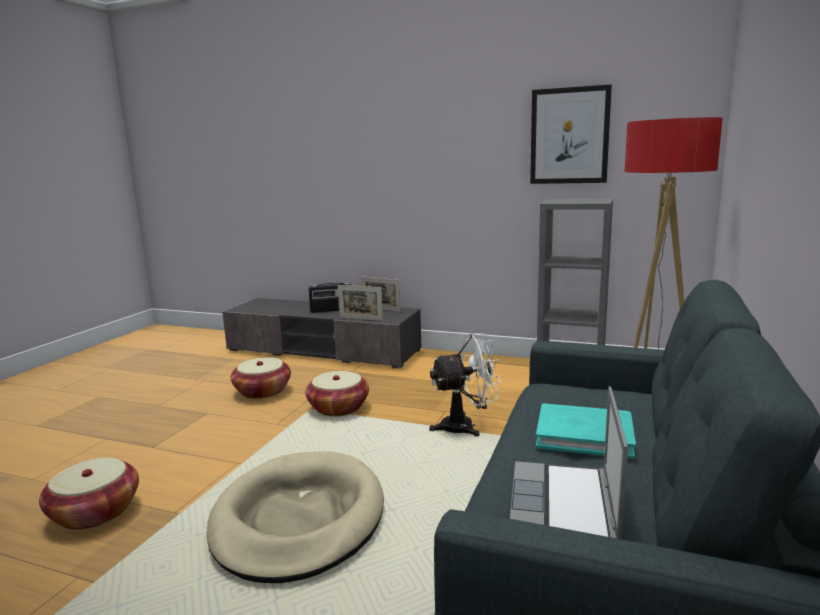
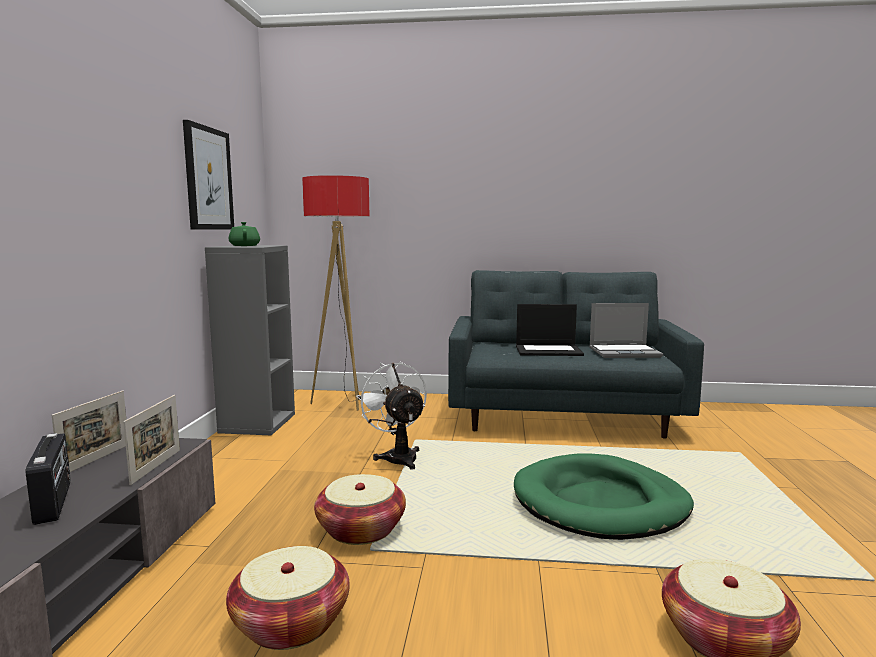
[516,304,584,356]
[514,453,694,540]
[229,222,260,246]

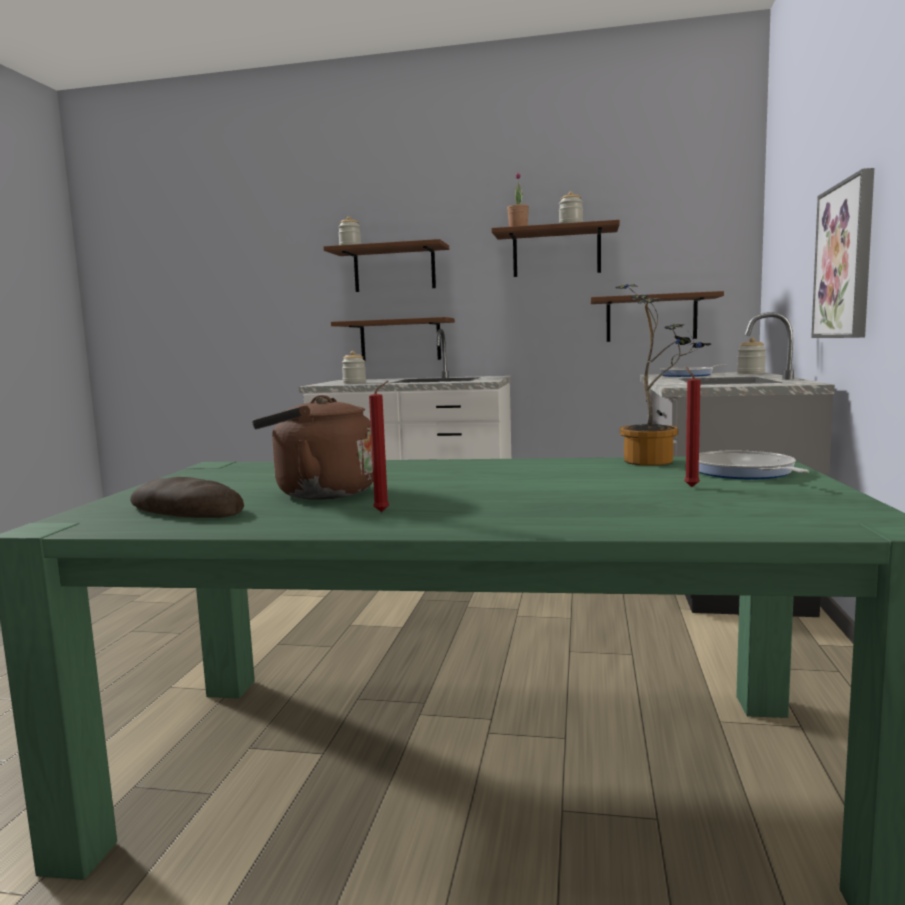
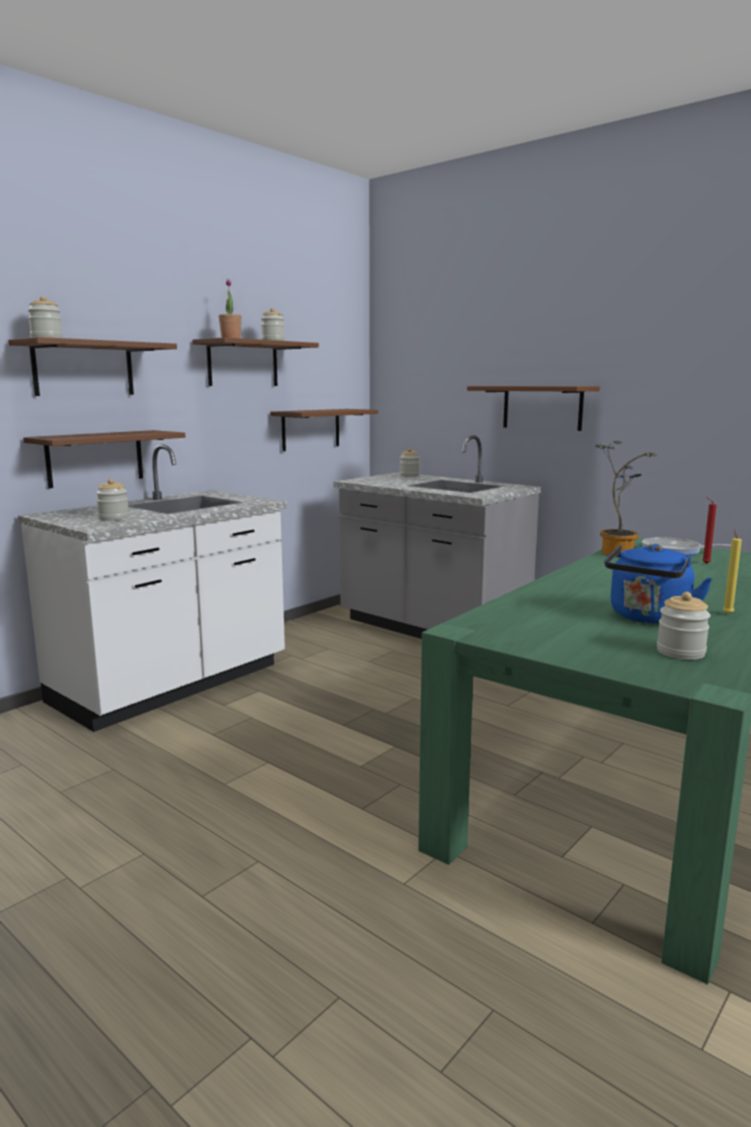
[467,386,600,431]
[660,364,728,377] (first image)
[723,529,742,614]
[604,544,713,624]
[657,592,711,660]

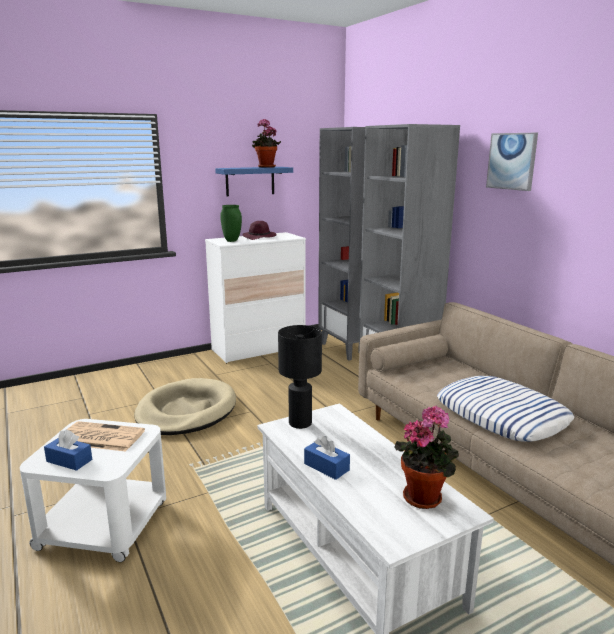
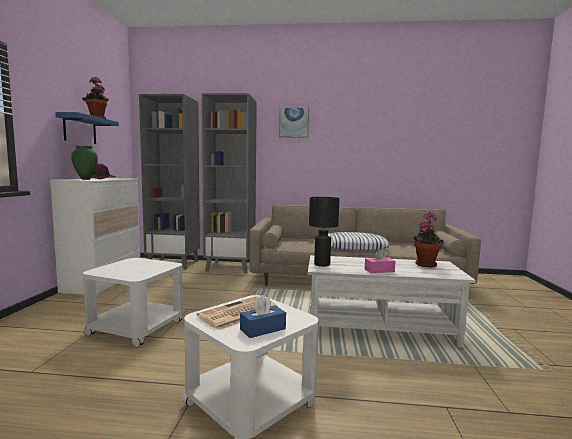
[83,258,183,347]
[365,249,396,273]

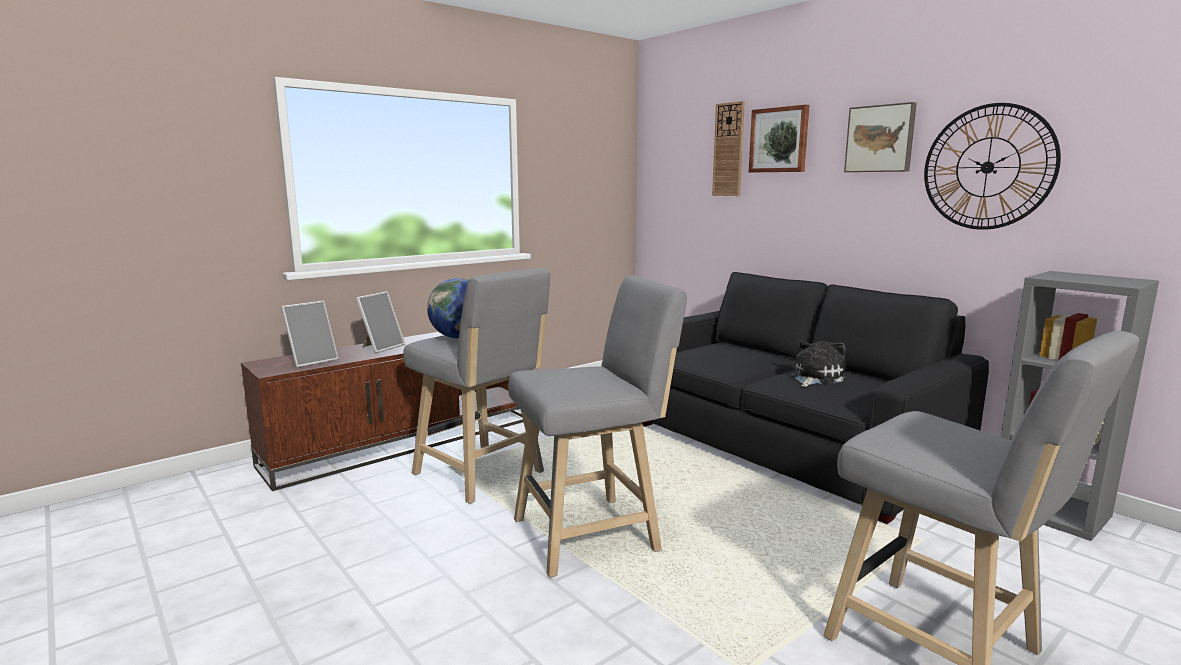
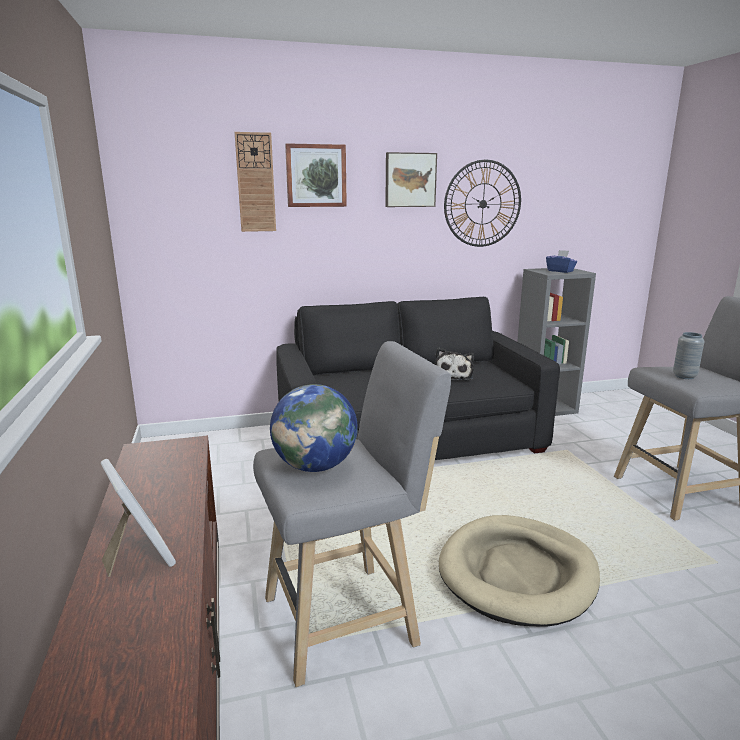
[439,515,600,627]
[281,301,339,368] (first image)
[435,348,474,381]
[546,250,577,273]
[673,332,704,379]

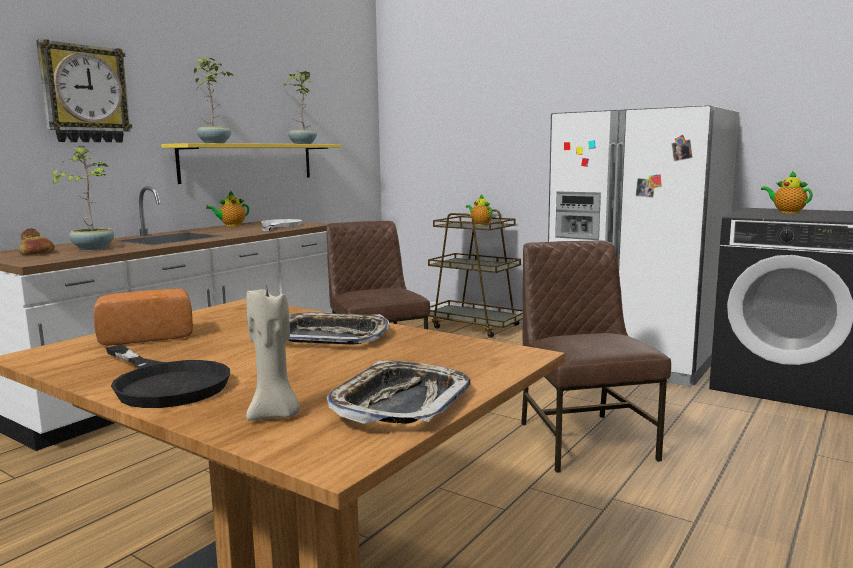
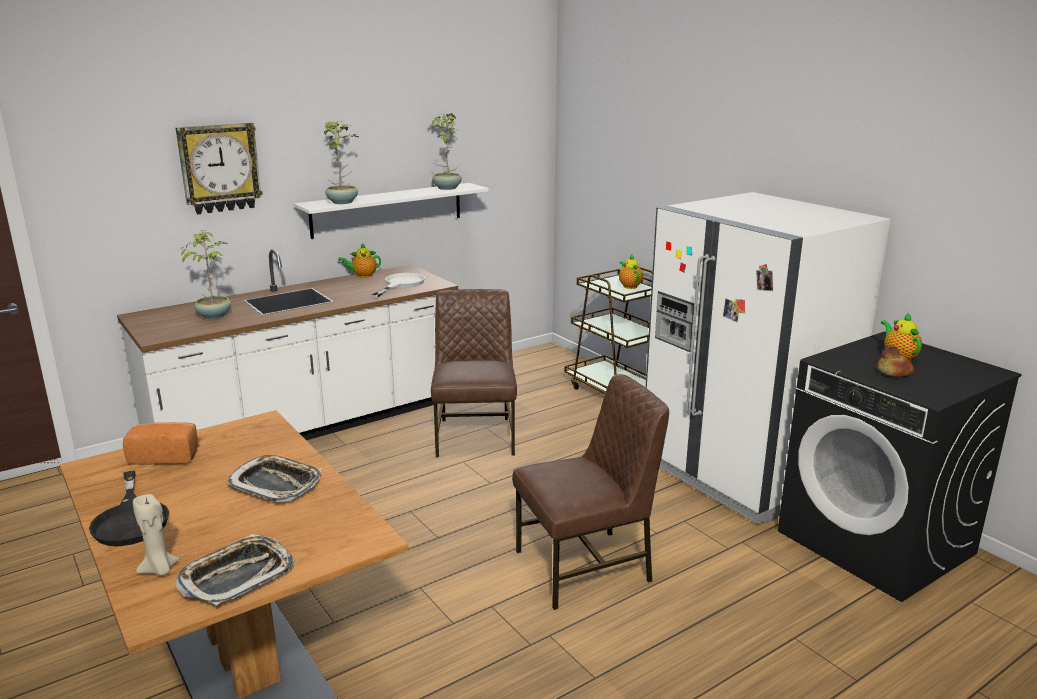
[294,183,489,239]
[877,346,914,377]
[512,374,669,610]

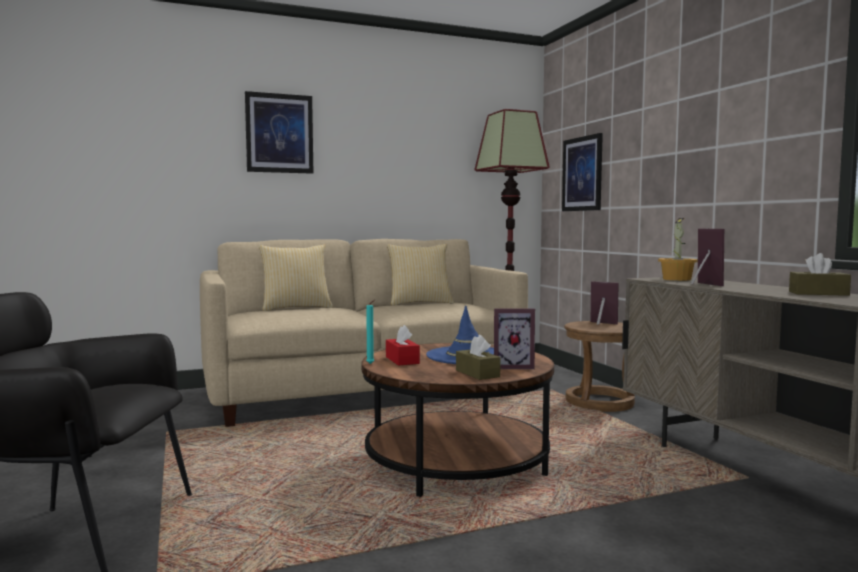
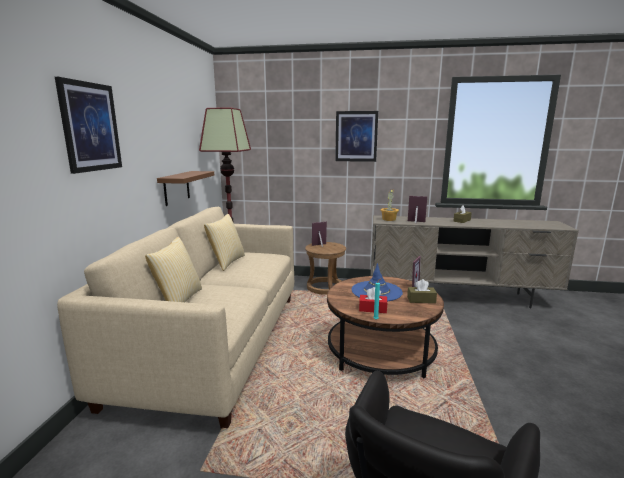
[335,111,378,162]
[157,171,214,206]

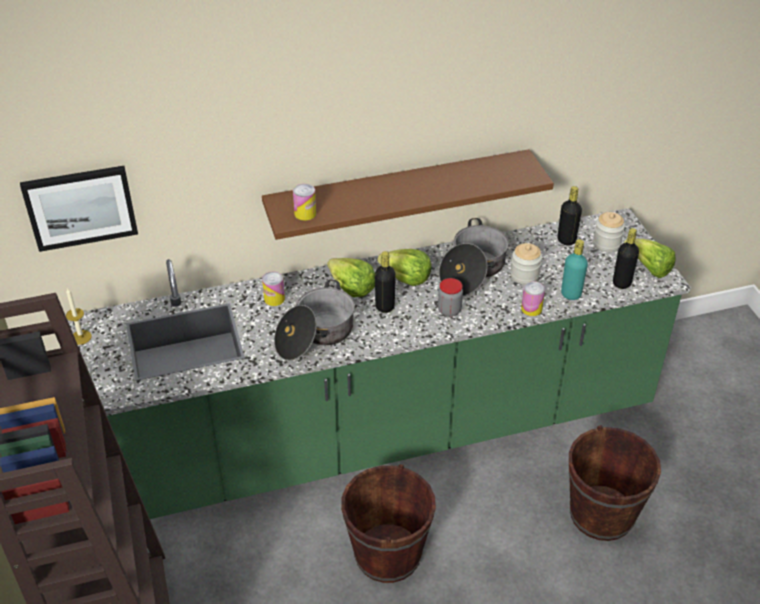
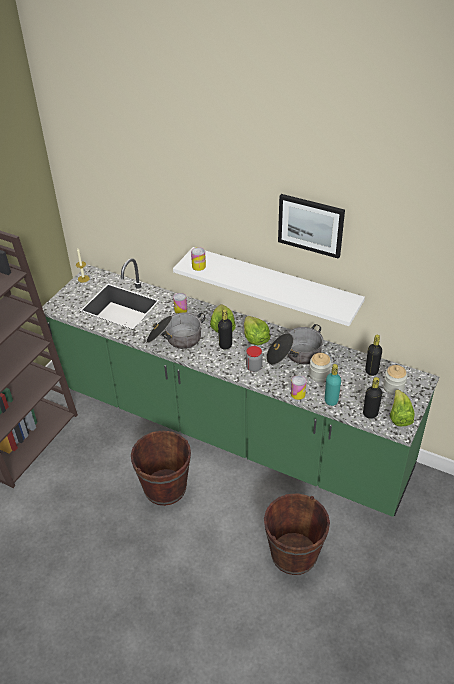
[173,247,365,326]
[278,194,345,259]

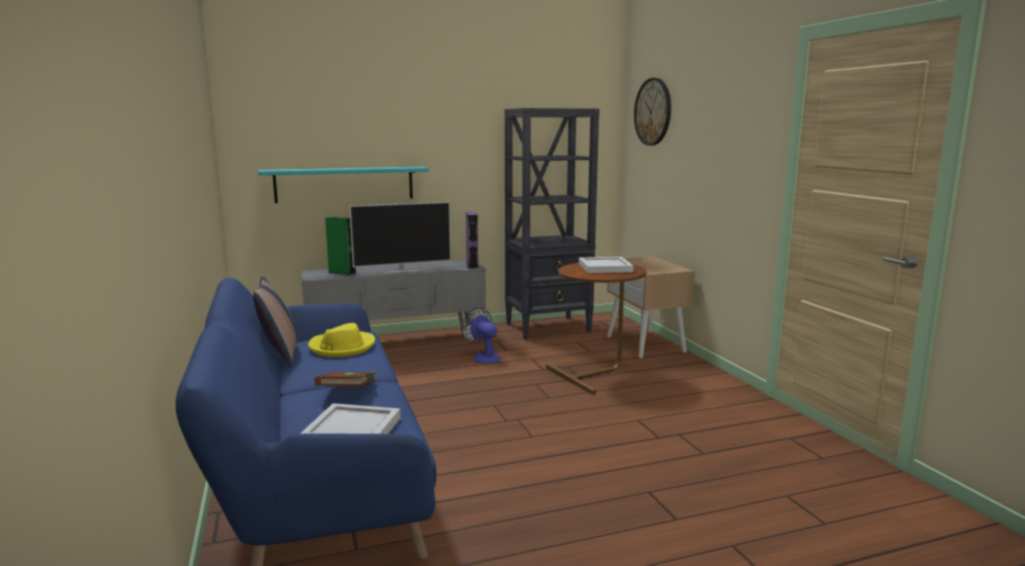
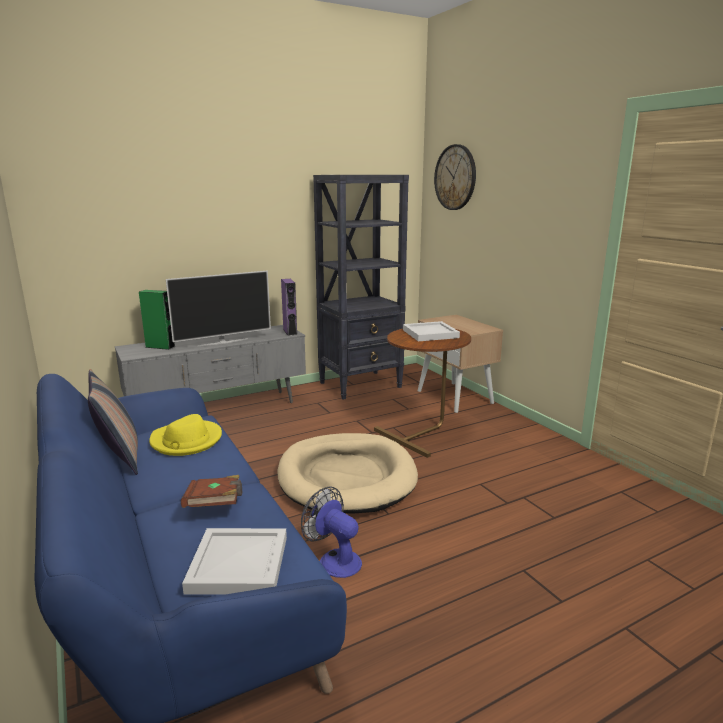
[258,166,429,203] (first image)
[301,487,362,578]
[277,433,418,514]

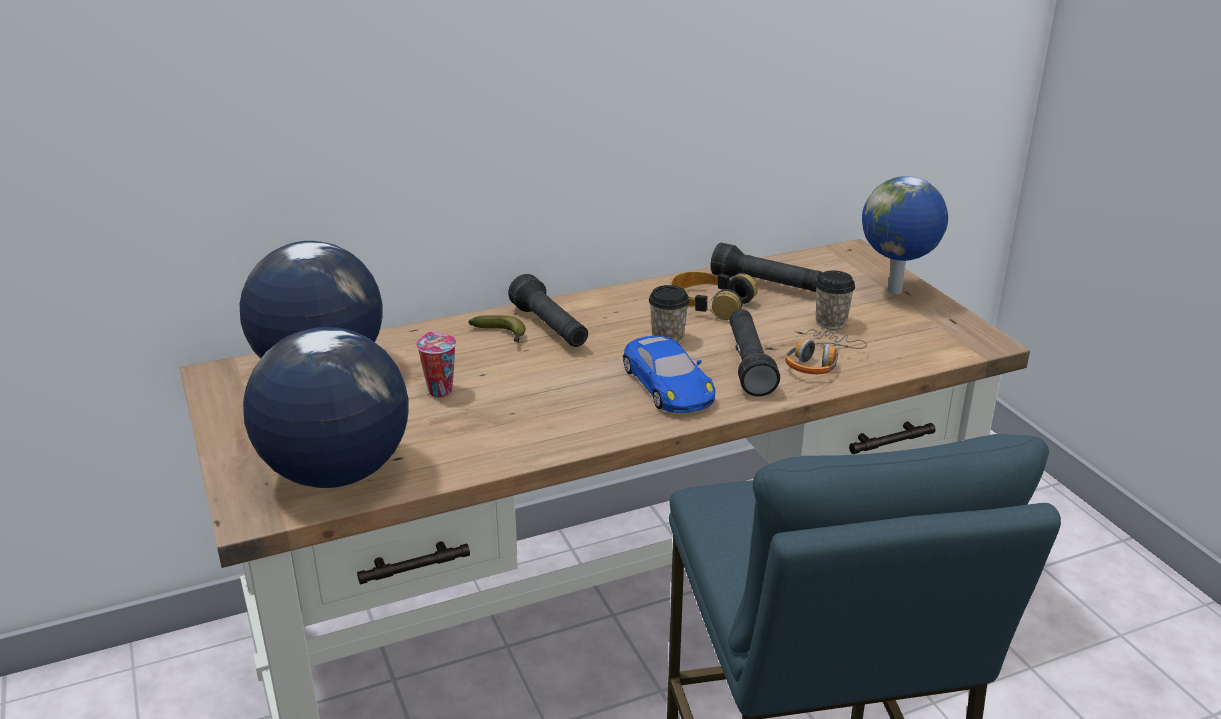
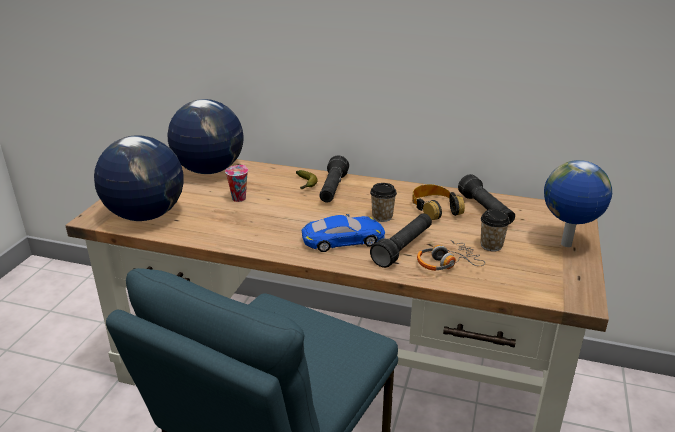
[301,214,385,252]

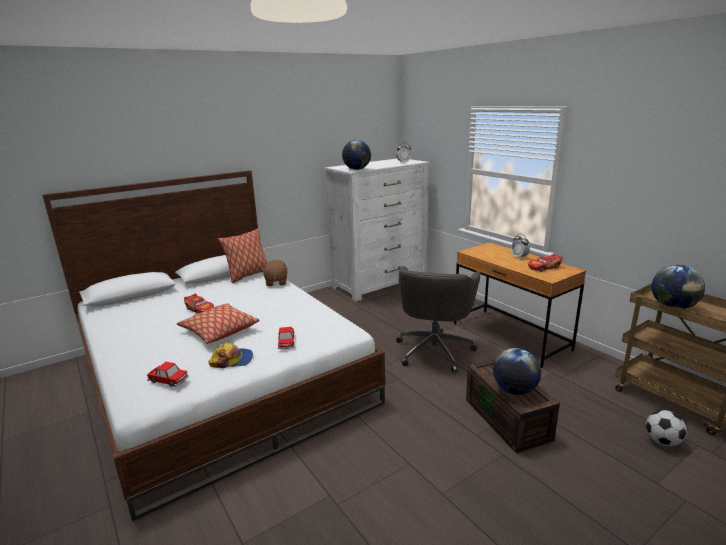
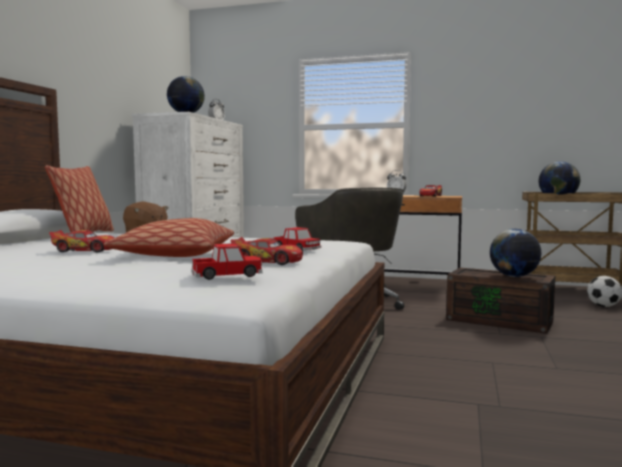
[230,237,303,265]

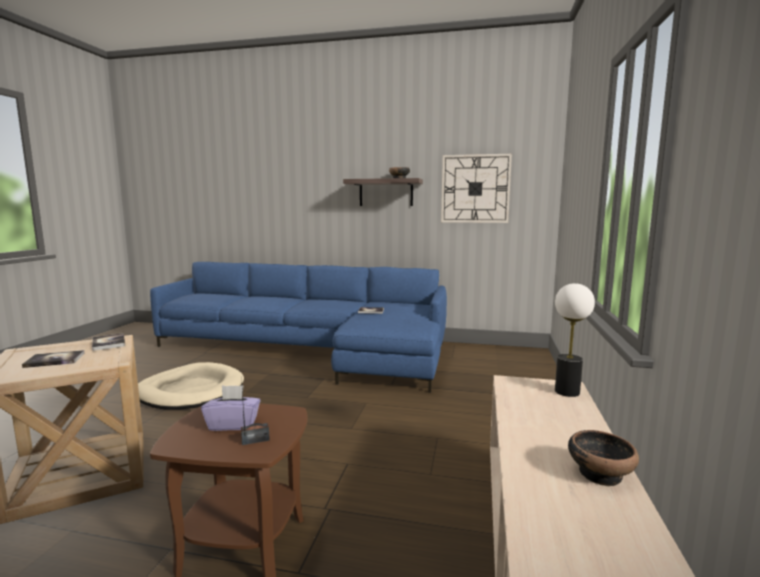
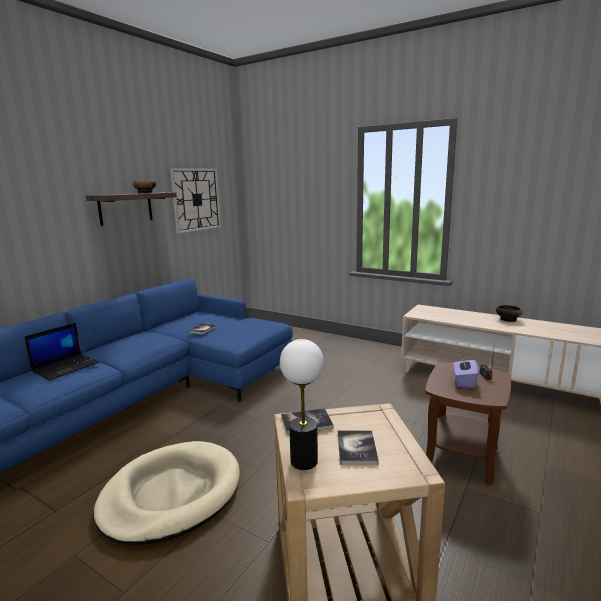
[280,339,324,470]
[25,323,100,381]

